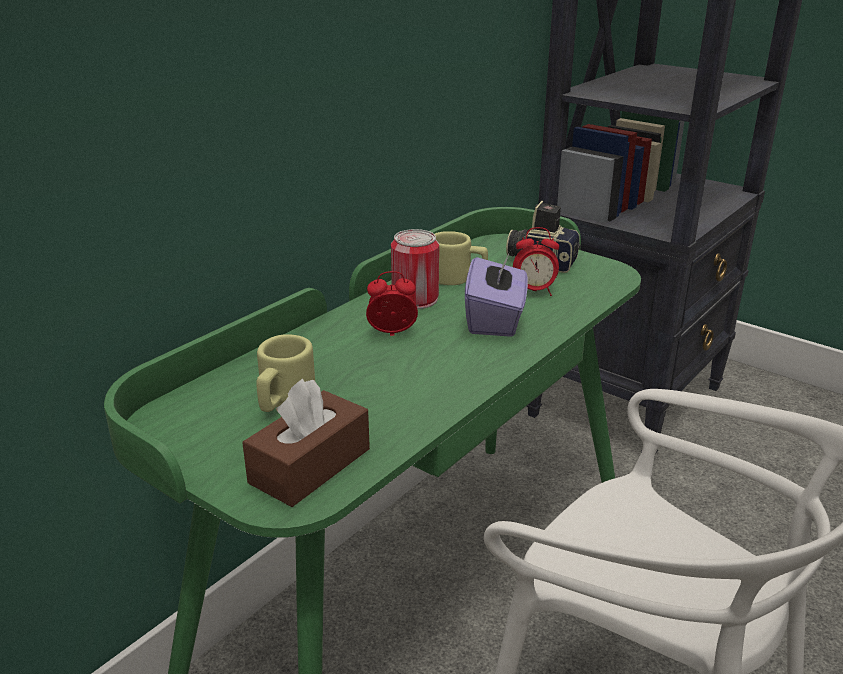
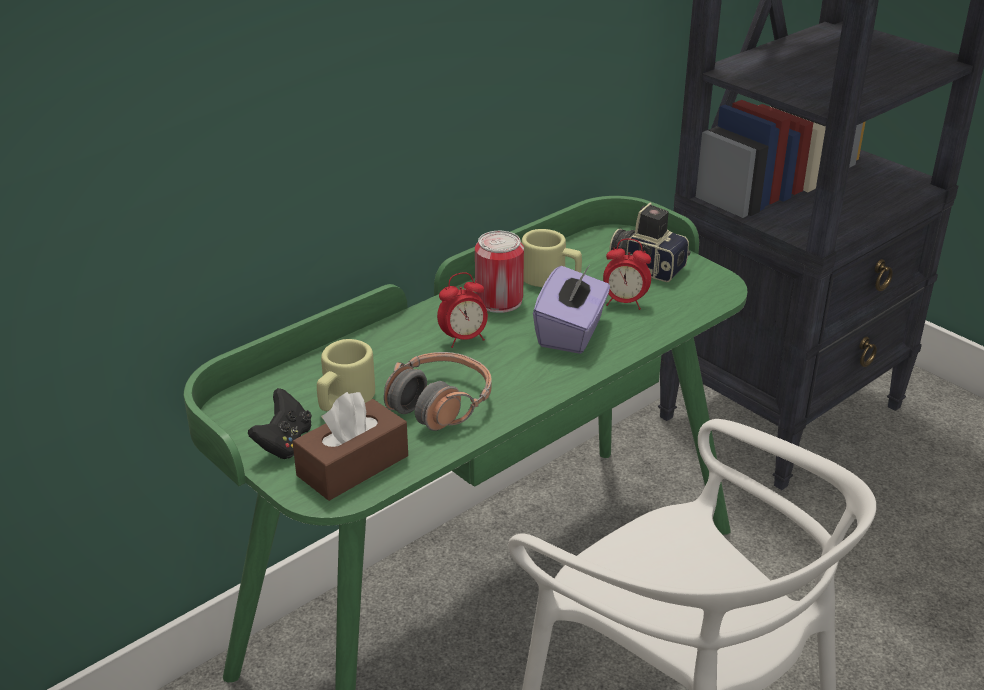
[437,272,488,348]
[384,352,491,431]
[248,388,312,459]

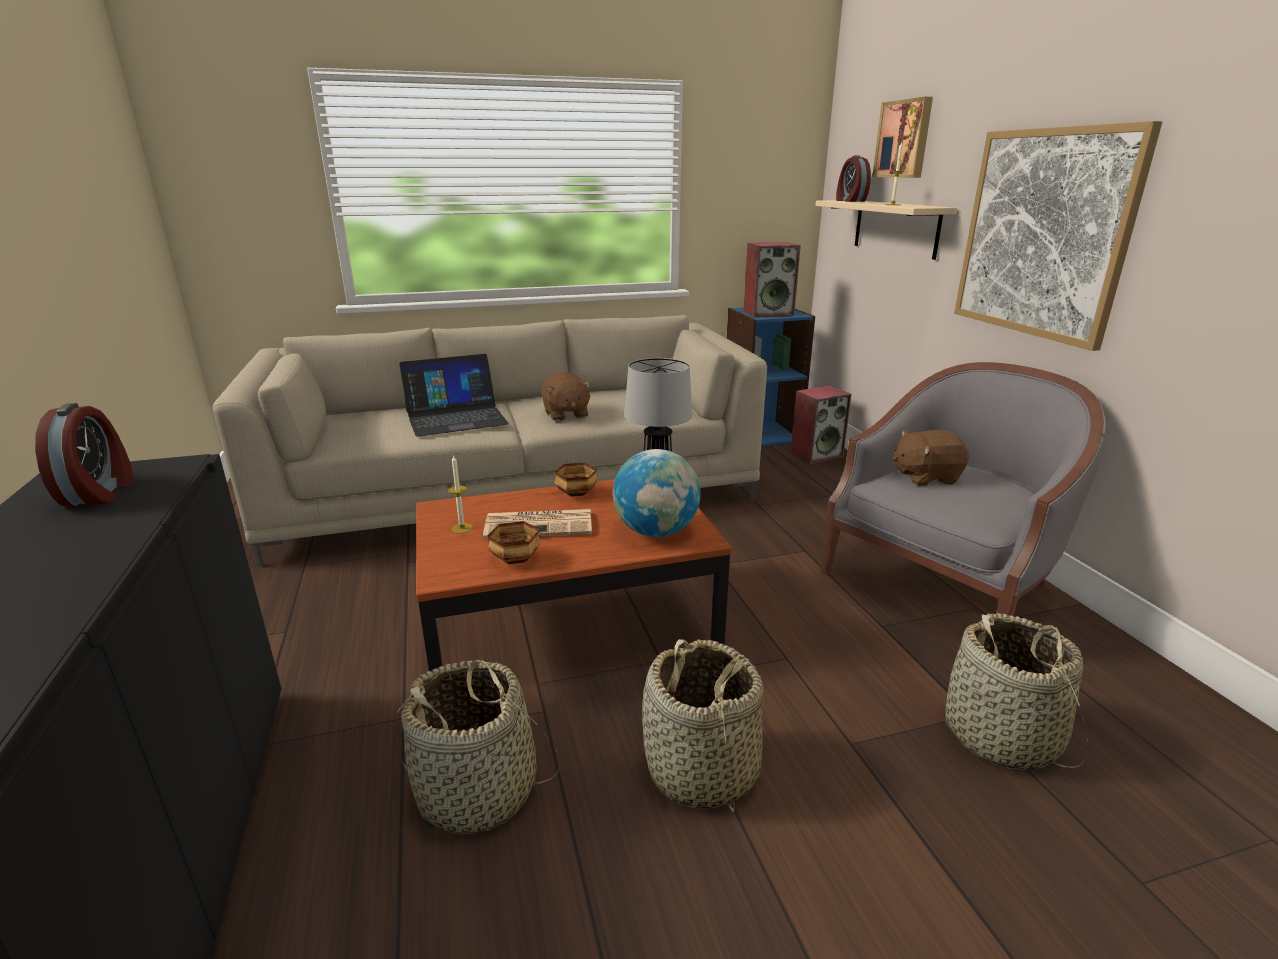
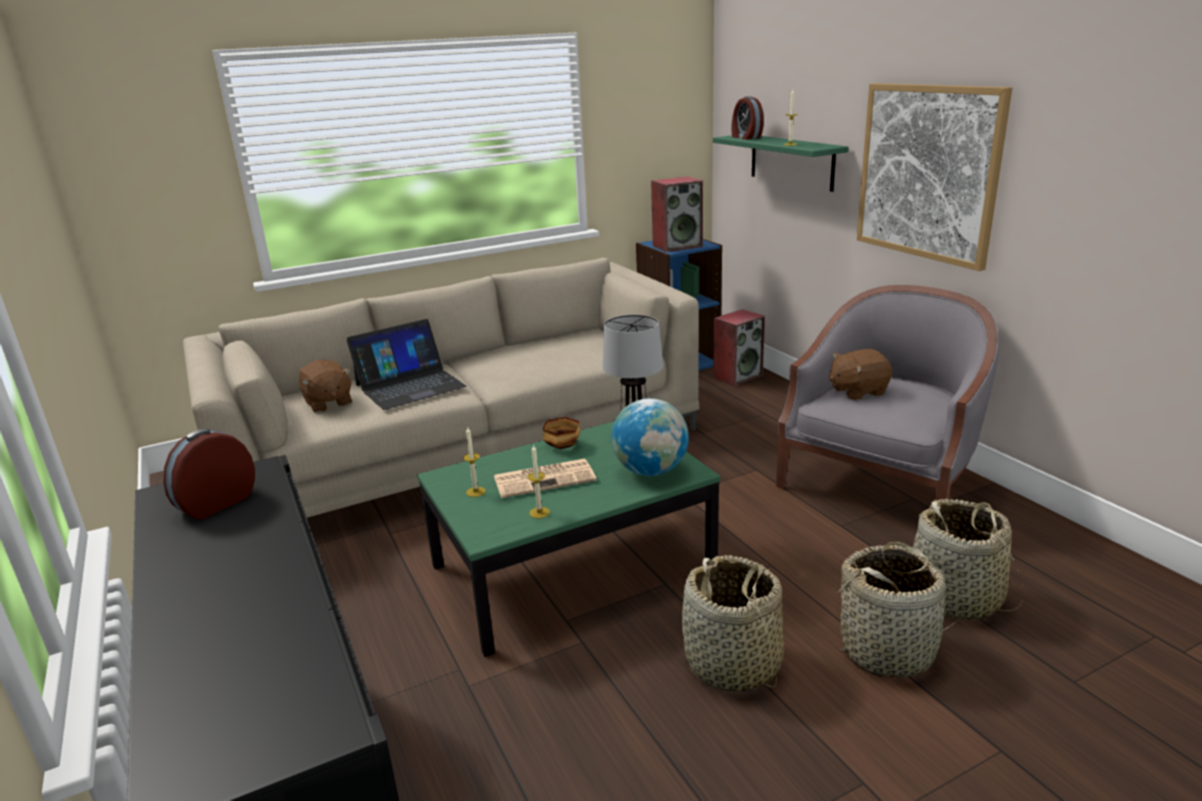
[872,97,933,178] (first image)
[713,135,849,192]
[299,360,352,413]
[163,428,255,520]
[417,421,720,657]
[528,444,550,518]
[829,542,965,677]

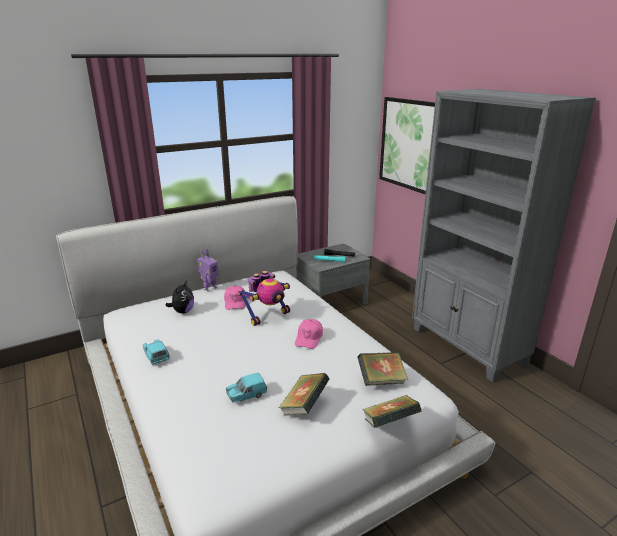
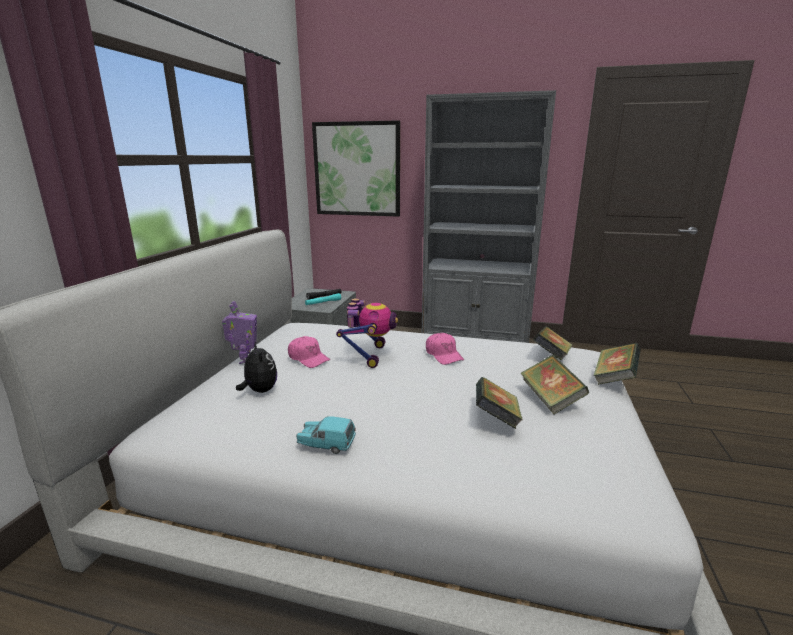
[476,377,522,429]

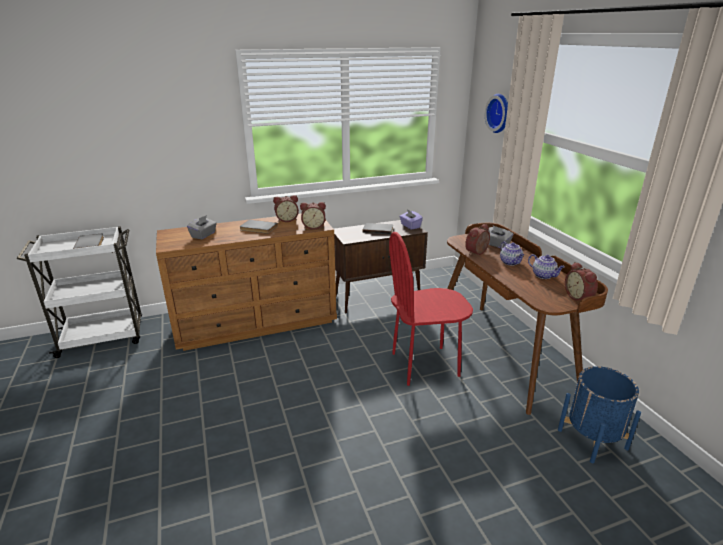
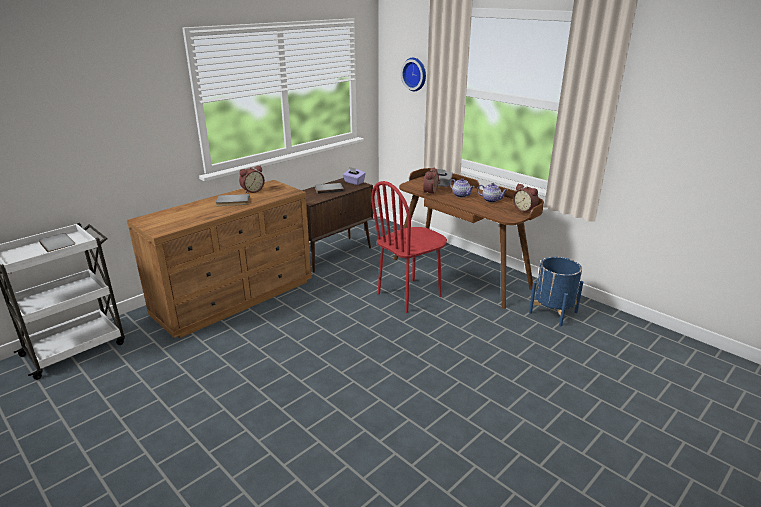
[300,202,326,230] (first image)
[187,215,217,239] (first image)

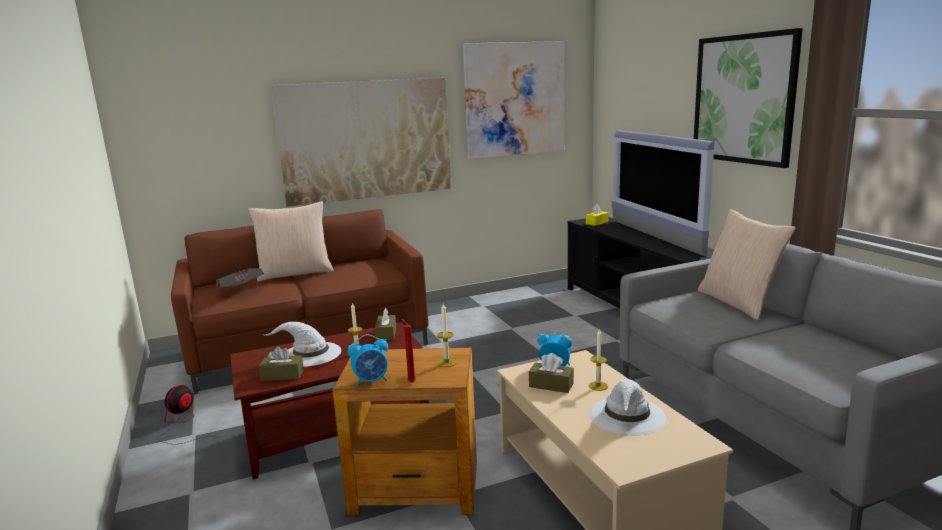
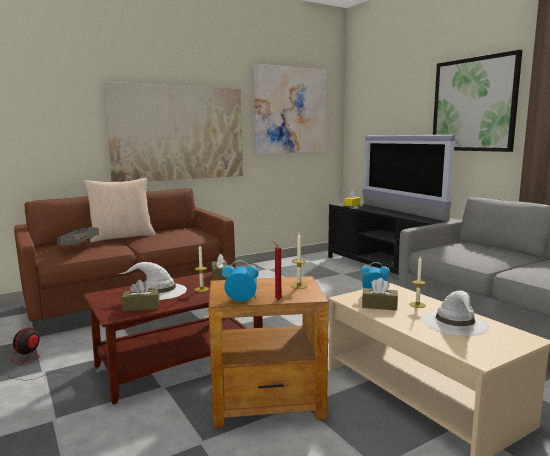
[698,209,796,321] (first image)
[222,260,259,302]

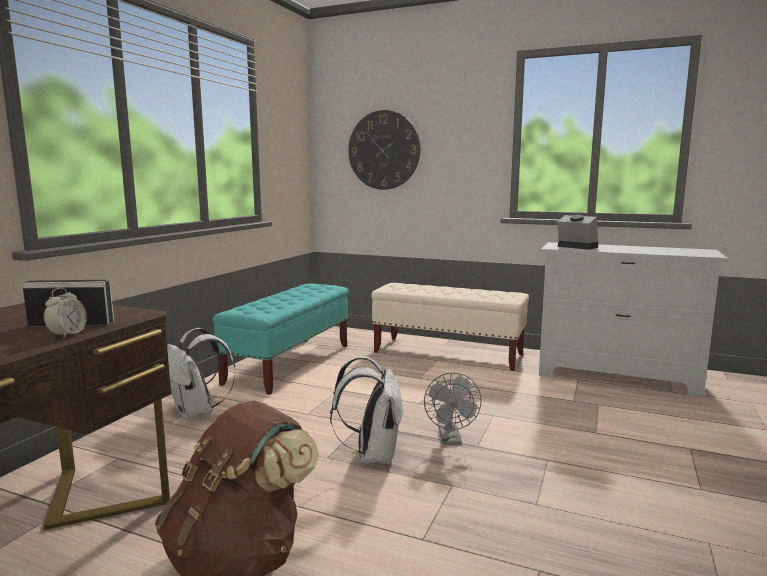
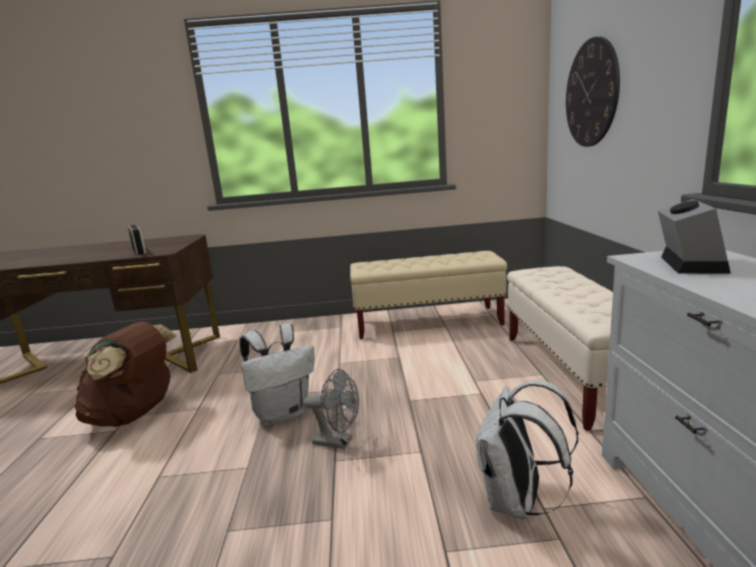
[350,251,507,339]
[43,288,87,338] (first image)
[476,380,579,520]
[303,369,359,449]

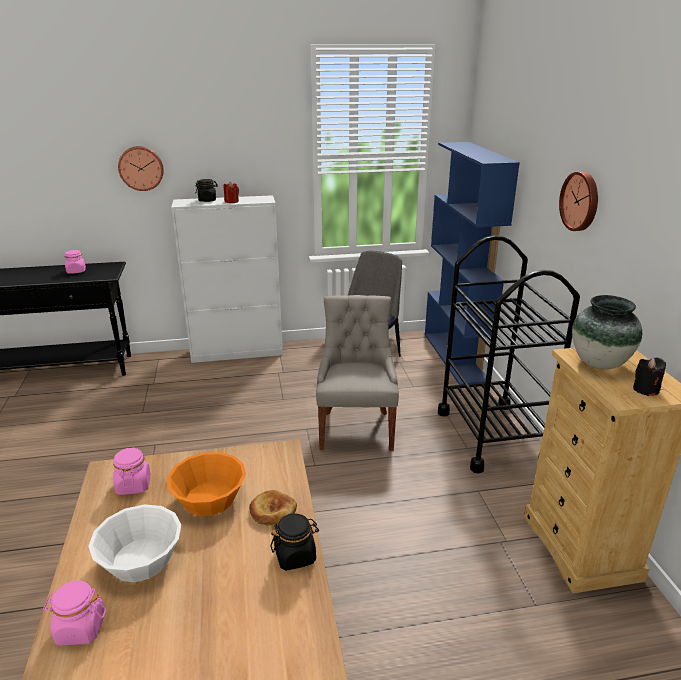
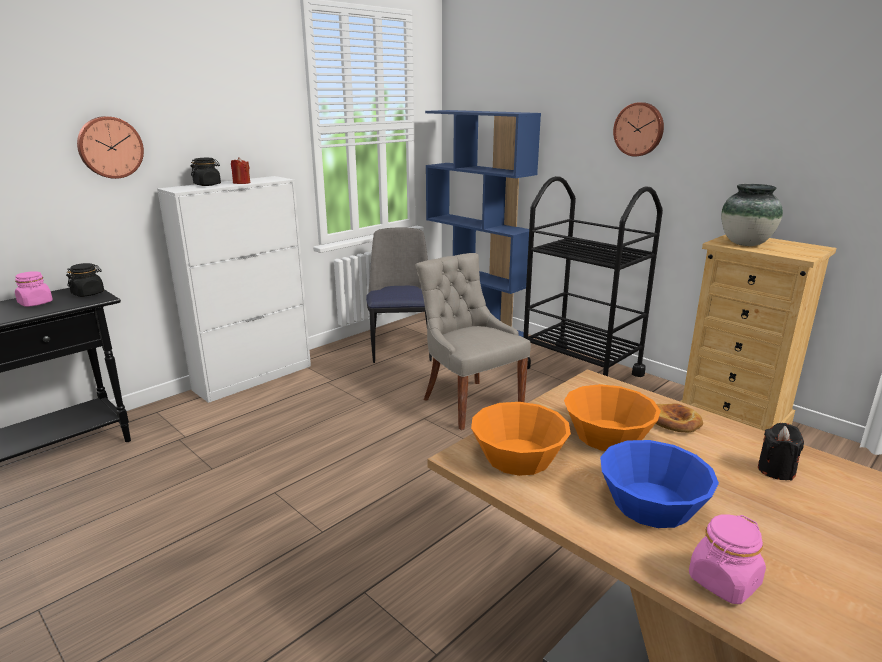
[758,423,804,480]
[471,402,571,476]
[600,440,719,528]
[66,263,104,297]

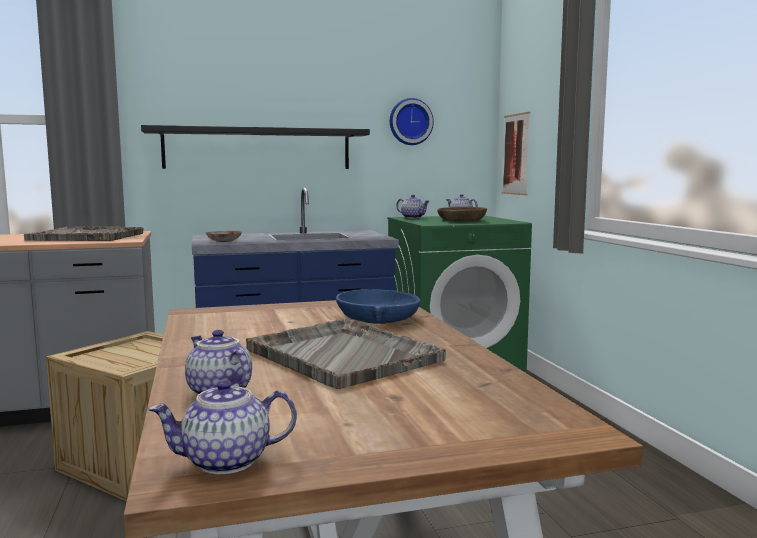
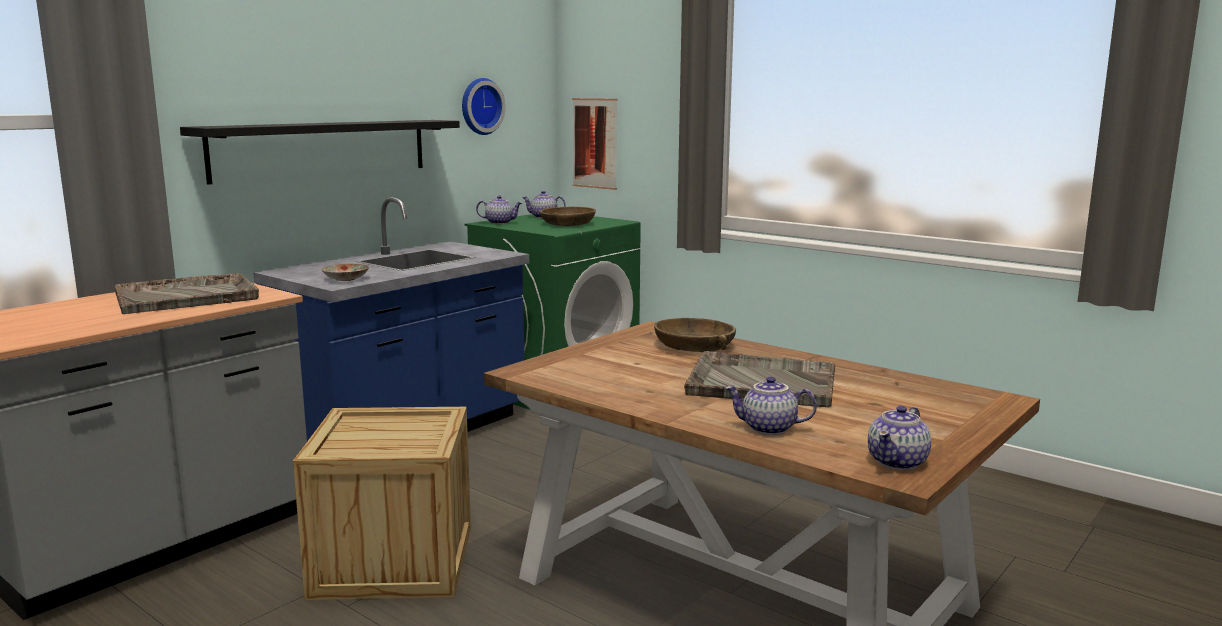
[654,318,736,352]

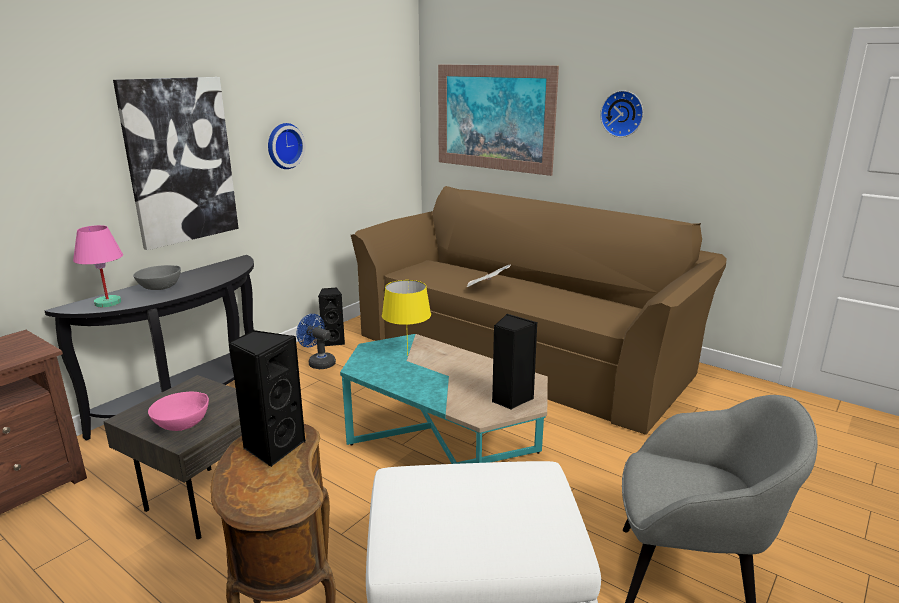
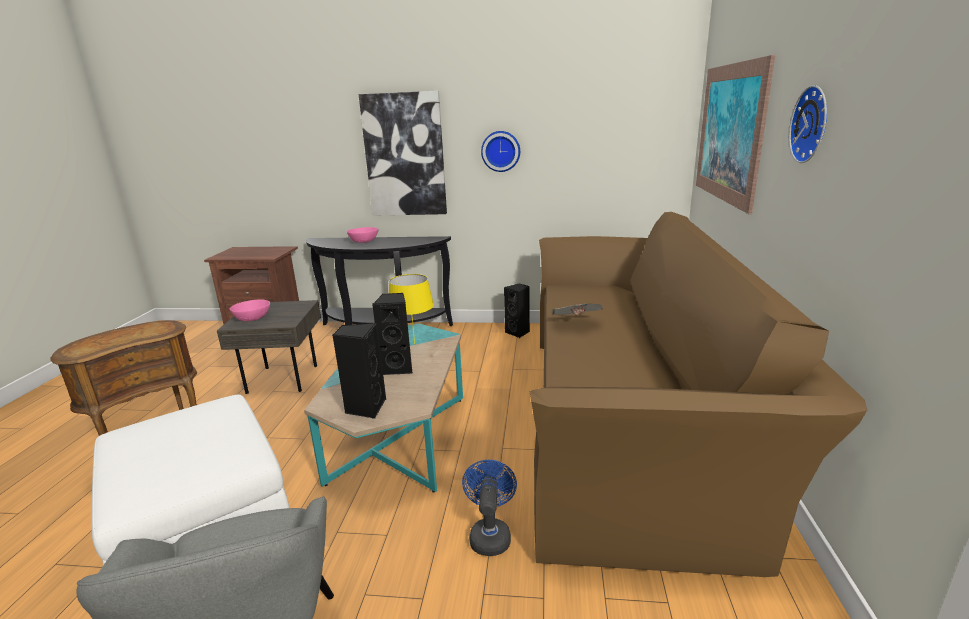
[73,225,123,307] (first image)
[347,227,378,243]
[462,460,517,556]
[372,293,413,375]

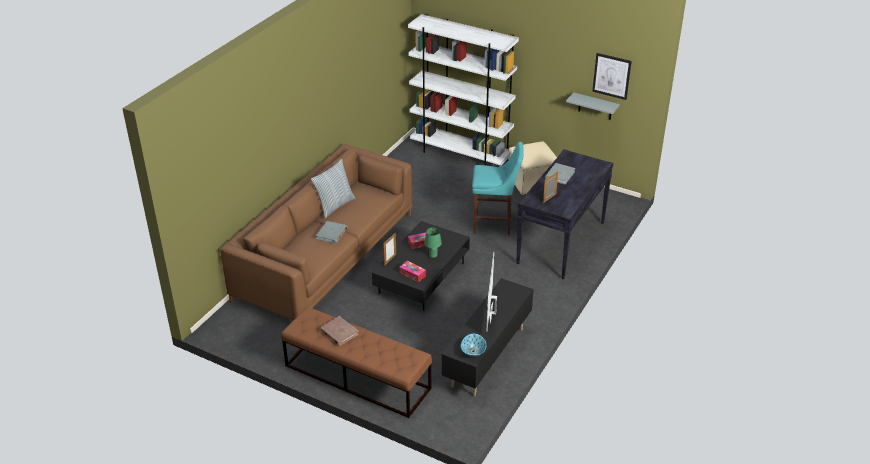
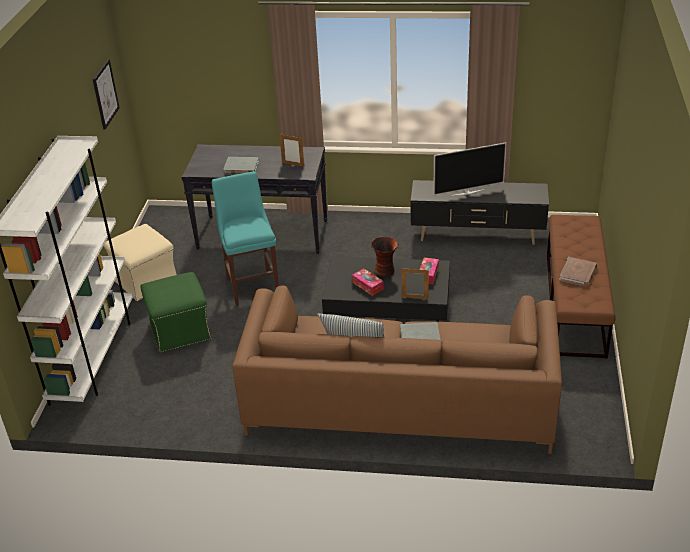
[566,92,620,120] (first image)
[371,236,398,277]
[461,334,486,357] (first image)
[140,272,212,353]

